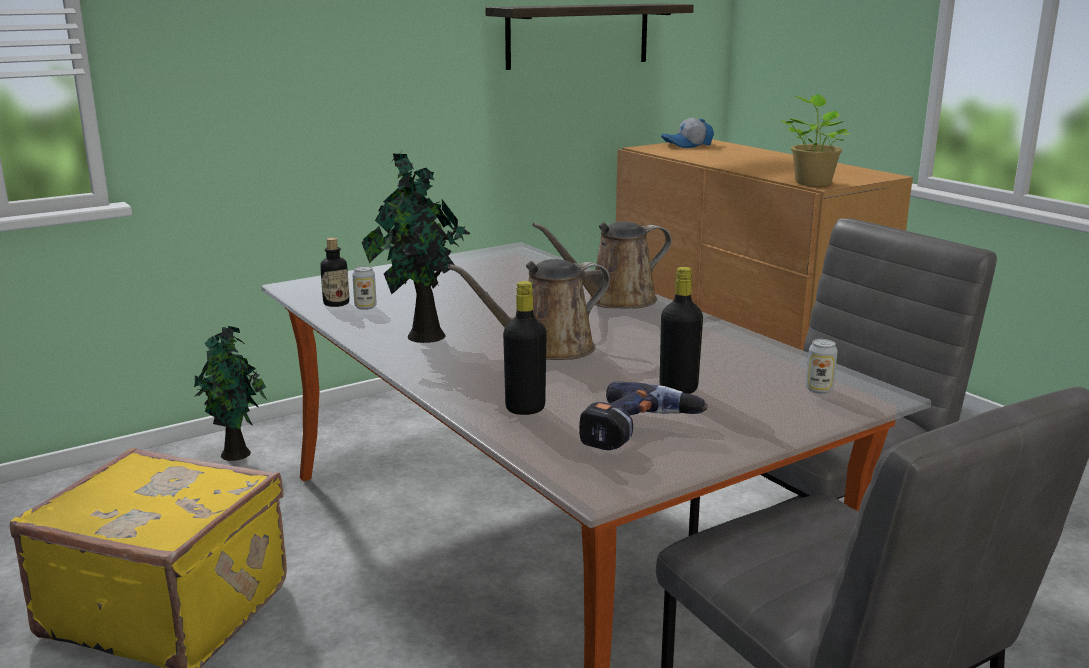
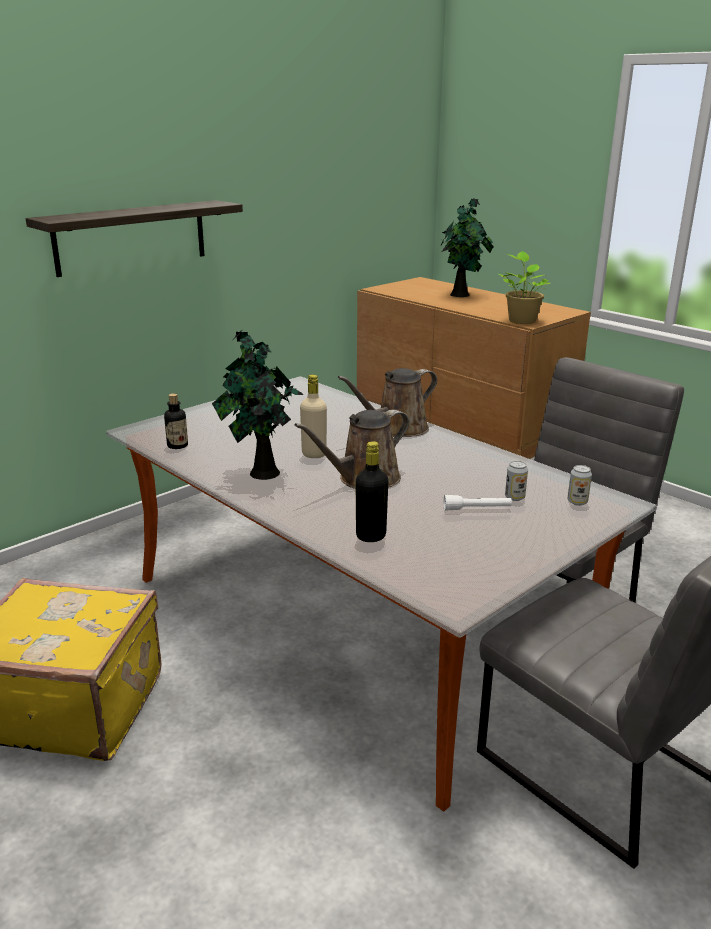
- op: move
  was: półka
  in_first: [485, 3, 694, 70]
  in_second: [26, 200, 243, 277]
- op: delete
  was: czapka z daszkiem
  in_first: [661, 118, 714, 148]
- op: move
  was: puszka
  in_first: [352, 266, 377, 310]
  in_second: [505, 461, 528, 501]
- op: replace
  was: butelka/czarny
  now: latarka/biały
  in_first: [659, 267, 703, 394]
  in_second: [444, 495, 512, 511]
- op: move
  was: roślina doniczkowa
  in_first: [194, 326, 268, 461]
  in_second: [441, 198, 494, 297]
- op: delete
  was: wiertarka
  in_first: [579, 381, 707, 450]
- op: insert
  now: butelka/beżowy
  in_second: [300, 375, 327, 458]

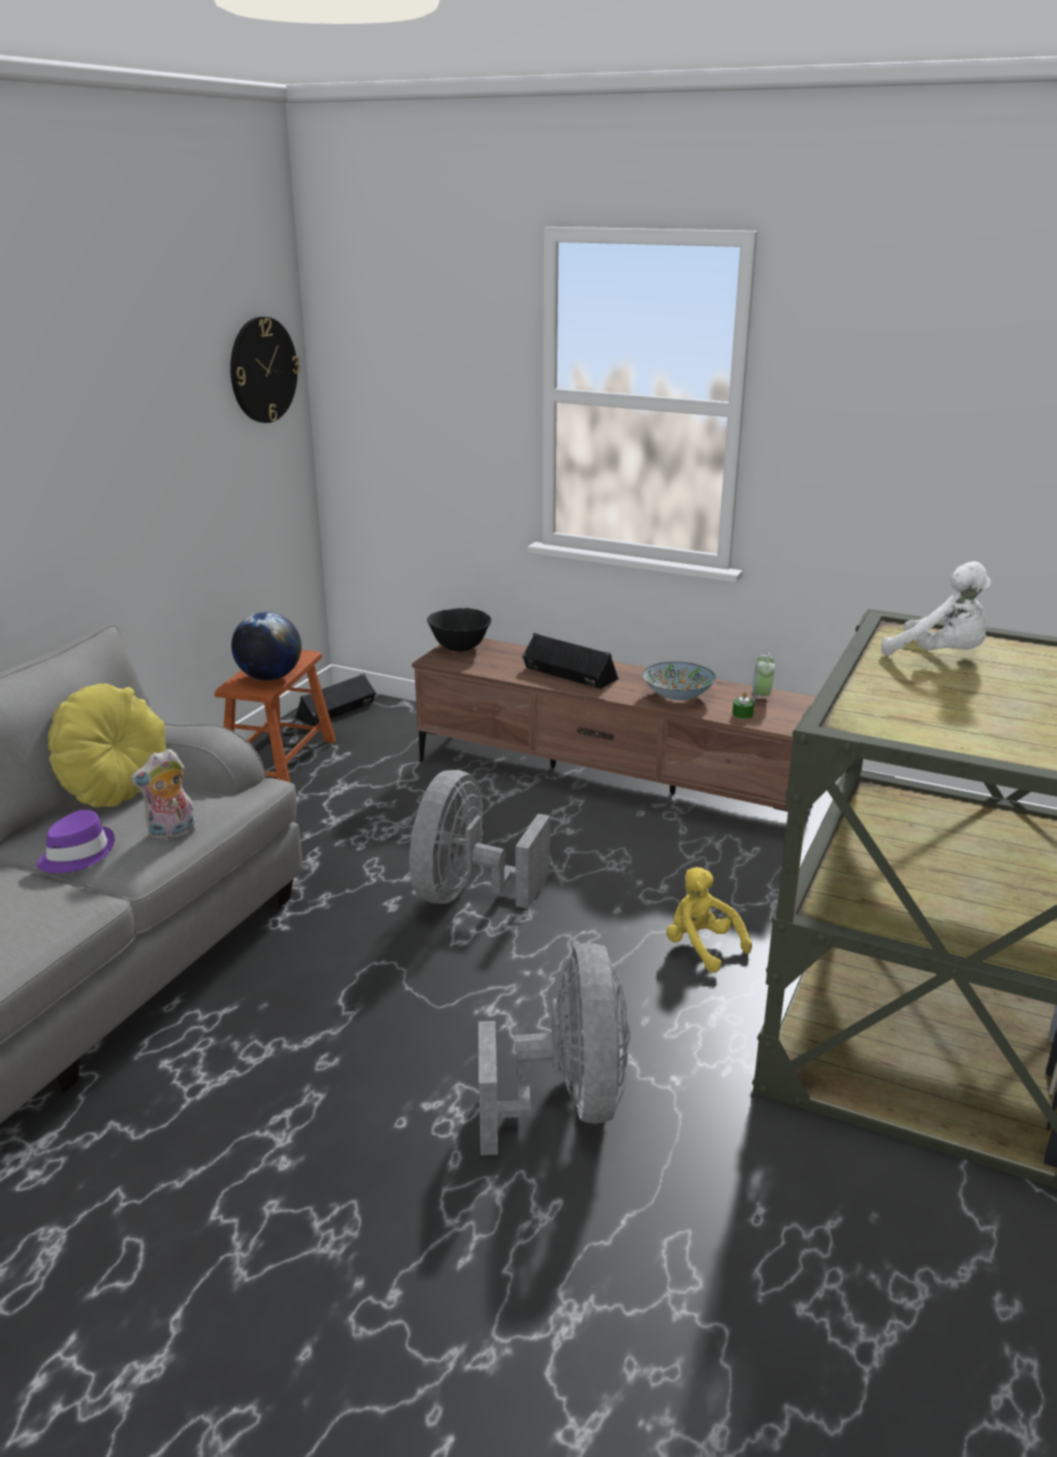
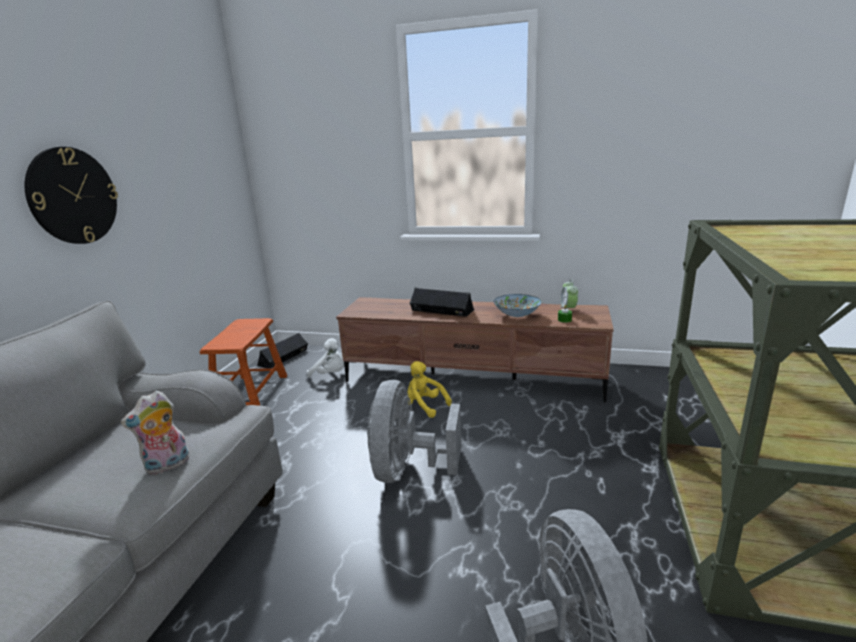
- op: move
  was: zegar ścienny
  in_first: [230, 317, 300, 423]
  in_second: [24, 147, 118, 244]
- op: move
  was: pluszak/biały
  in_first: [881, 561, 992, 656]
  in_second: [306, 338, 344, 377]
- op: delete
  was: miska/czarny
  in_first: [427, 608, 492, 652]
- op: delete
  was: globus
  in_first: [231, 612, 302, 681]
- op: delete
  was: poduszka/żółty
  in_first: [48, 684, 167, 807]
- op: delete
  was: kapelusz/fioletowy
  in_first: [37, 810, 115, 873]
- op: move
  was: pluszak/żółty
  in_first: [666, 867, 752, 973]
  in_second: [407, 361, 452, 418]

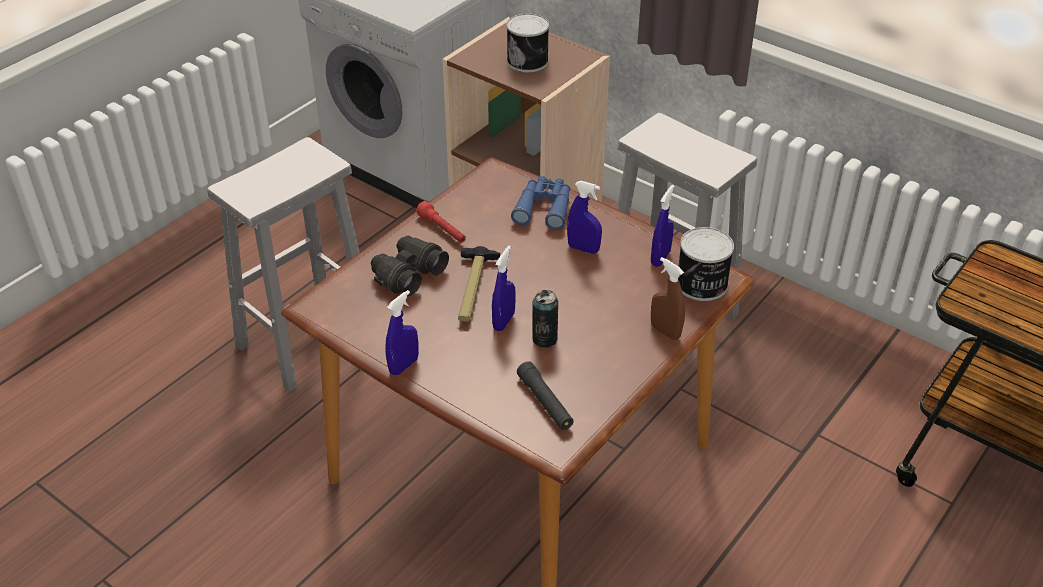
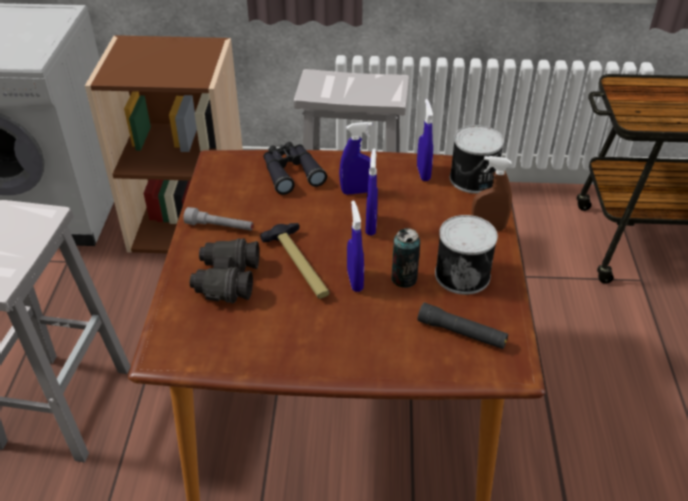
- op: move
  was: puszka
  in_first: [506, 13, 549, 72]
  in_second: [435, 215, 498, 295]
- op: recolor
  was: lornetka/niebieski
  now: lornetka/czarny
  in_first: [511, 176, 570, 230]
  in_second: [263, 142, 327, 195]
- op: recolor
  was: latarka/czerwony
  now: latarka/szary
  in_first: [416, 201, 466, 243]
  in_second: [183, 207, 253, 231]
- op: move
  was: spryskiwacz/niebieski
  in_first: [385, 290, 419, 375]
  in_second: [365, 148, 378, 235]

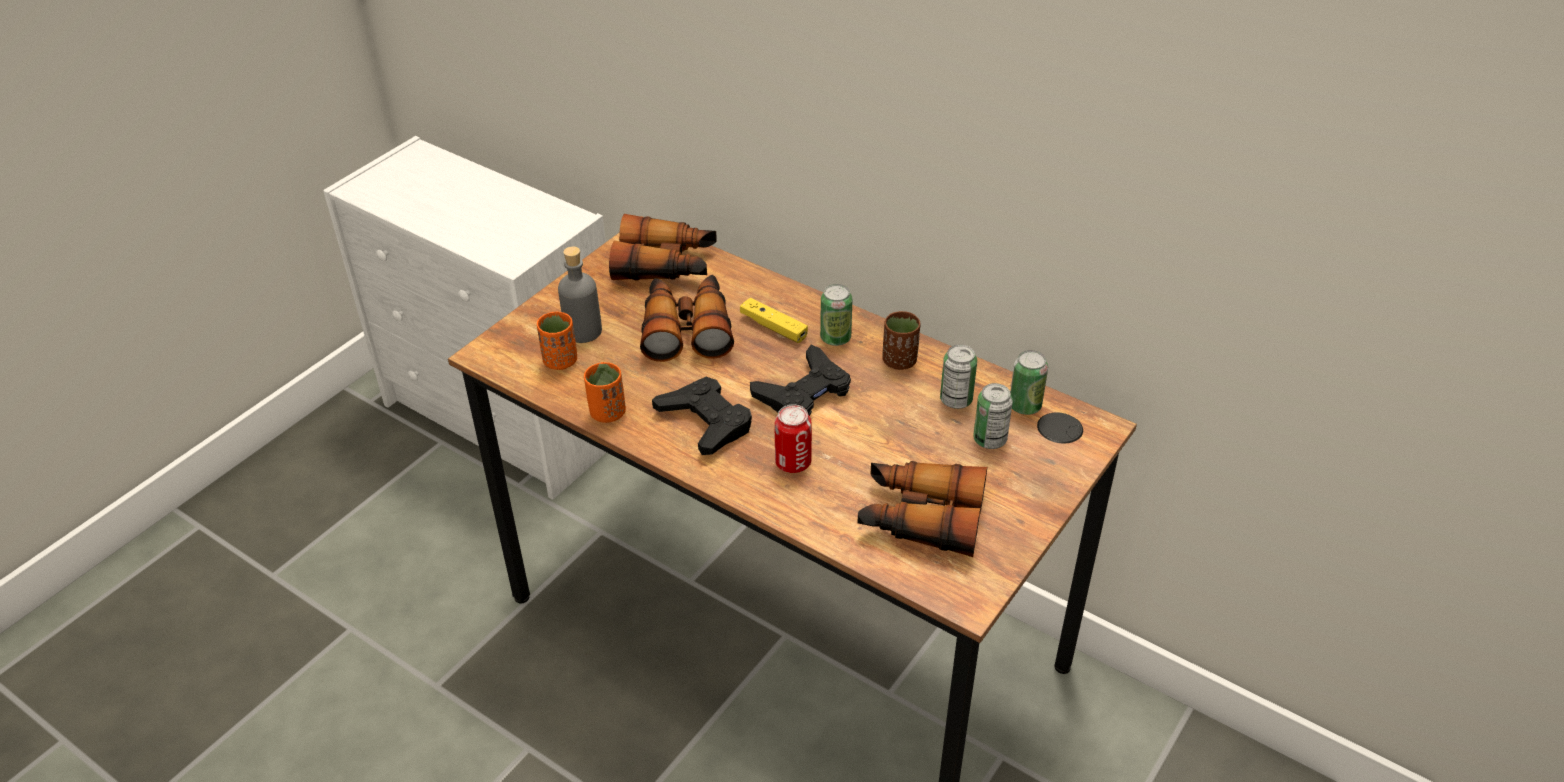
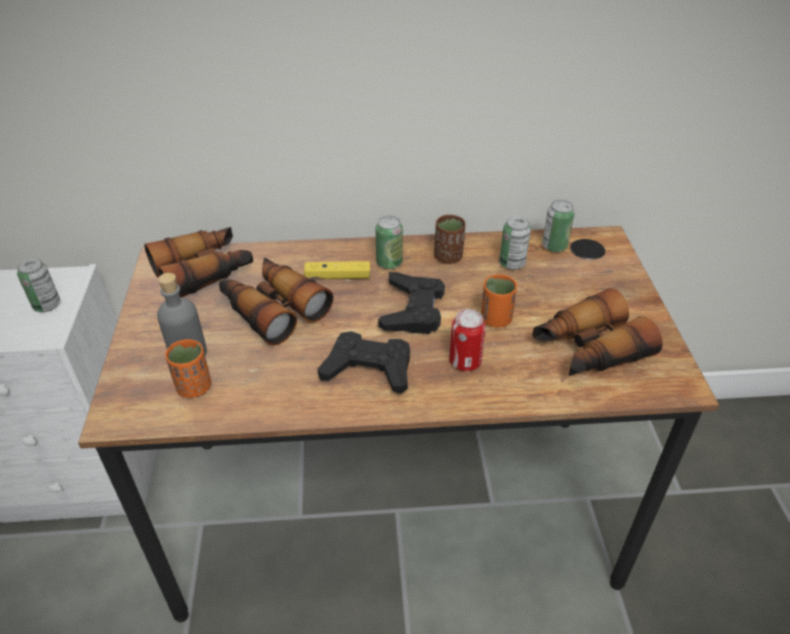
- op: move
  was: filiżanka/pomarańczowy
  in_first: [584, 362, 626, 423]
  in_second: [481, 274, 517, 328]
- op: move
  was: puszka
  in_first: [973, 383, 1013, 449]
  in_second: [17, 258, 60, 312]

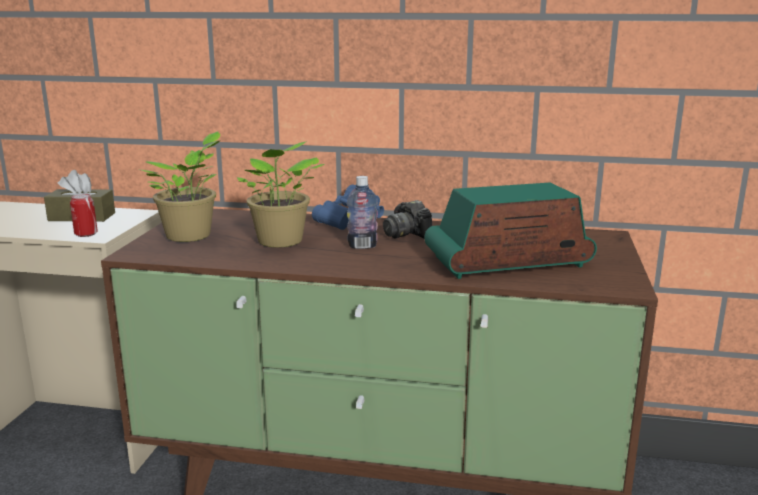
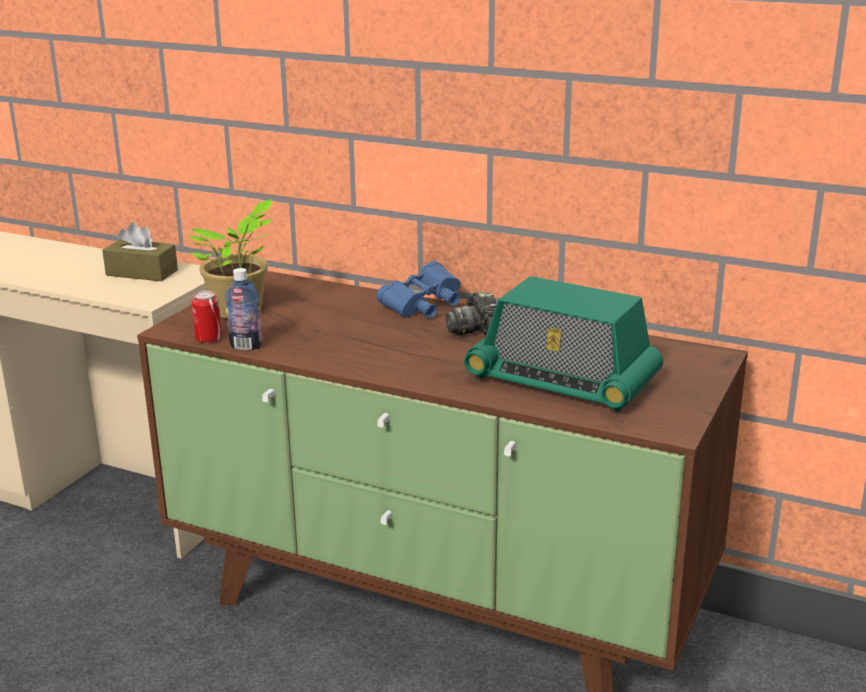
- op: delete
  was: roślina doniczkowa
  in_first: [237, 141, 326, 248]
- op: move
  was: butelka
  in_first: [347, 176, 378, 249]
  in_second: [225, 268, 263, 350]
- op: rotate
  was: radio
  in_first: [424, 183, 597, 279]
  in_second: [464, 276, 663, 412]
  clockwise: -150
- op: move
  was: puszka
  in_first: [70, 194, 98, 237]
  in_second: [192, 291, 222, 343]

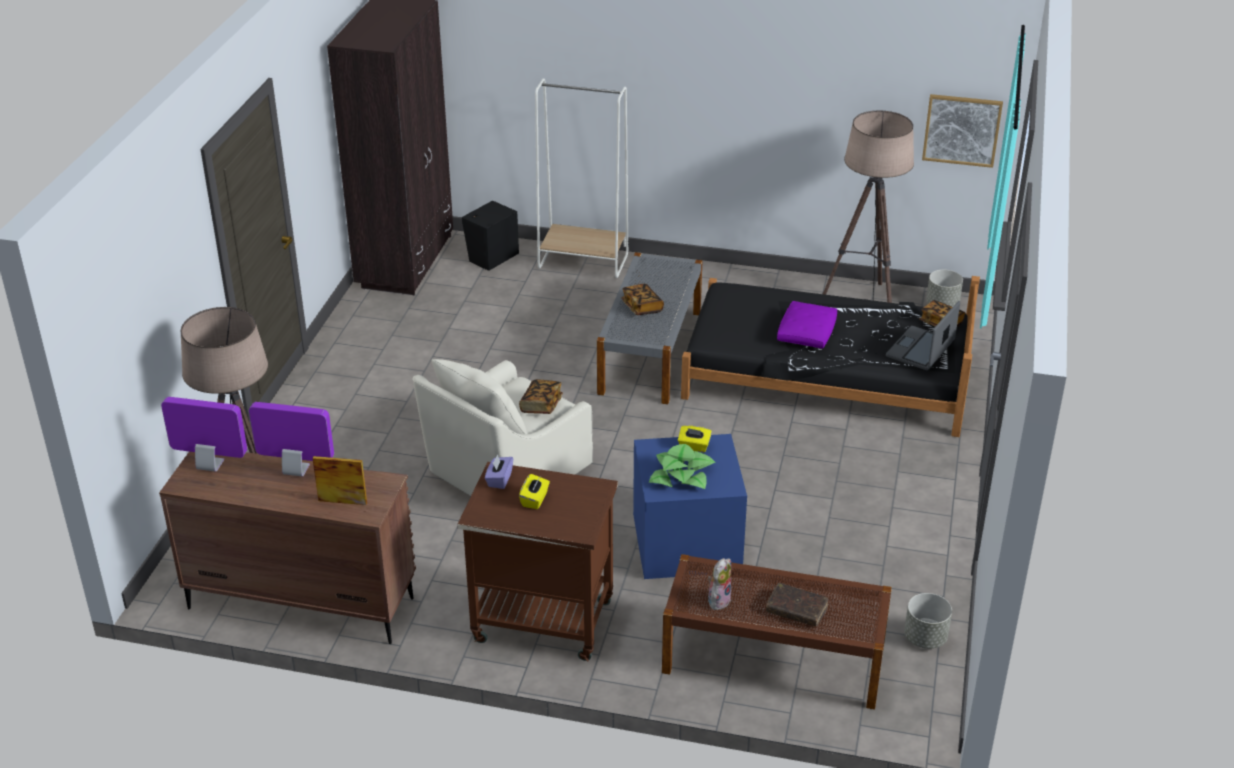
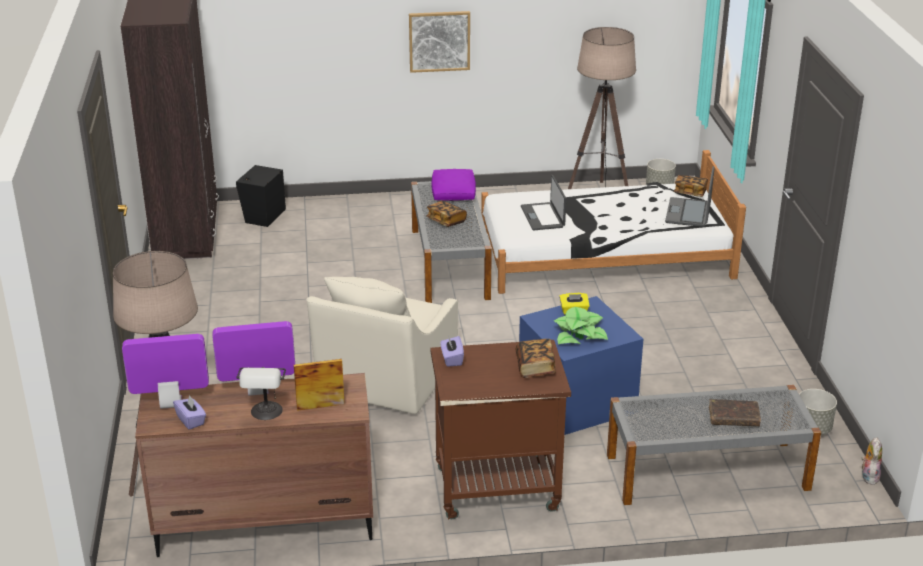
- op: delete
  was: wieszak
  in_first: [535, 78, 628, 278]
- op: move
  was: obraz
  in_first: [922, 94, 1003, 168]
  in_second: [409, 11, 470, 73]
- op: recolor
  was: łóżko/czarny
  now: łóżko/biały
  in_first: [681, 276, 980, 437]
  in_second: [481, 150, 746, 294]
- op: move
  was: poduszka/fioletowy
  in_first: [777, 301, 837, 349]
  in_second: [432, 169, 476, 201]
- op: move
  was: książka
  in_first: [519, 379, 563, 414]
  in_second: [516, 339, 556, 378]
- op: delete
  was: pudełko chusteczek/żółty
  in_first: [519, 474, 550, 509]
- op: recolor
  was: ławka/brązowy
  now: ławka/szary
  in_first: [662, 554, 892, 710]
  in_second: [607, 385, 821, 505]
- op: move
  was: pluszak
  in_first: [708, 558, 732, 610]
  in_second: [861, 437, 882, 485]
- op: insert
  now: laptop
  in_second: [521, 175, 566, 231]
- op: insert
  now: lampa stołowa
  in_second: [236, 367, 286, 420]
- op: insert
  now: pudełko chusteczek/fioletowy
  in_second: [173, 394, 206, 430]

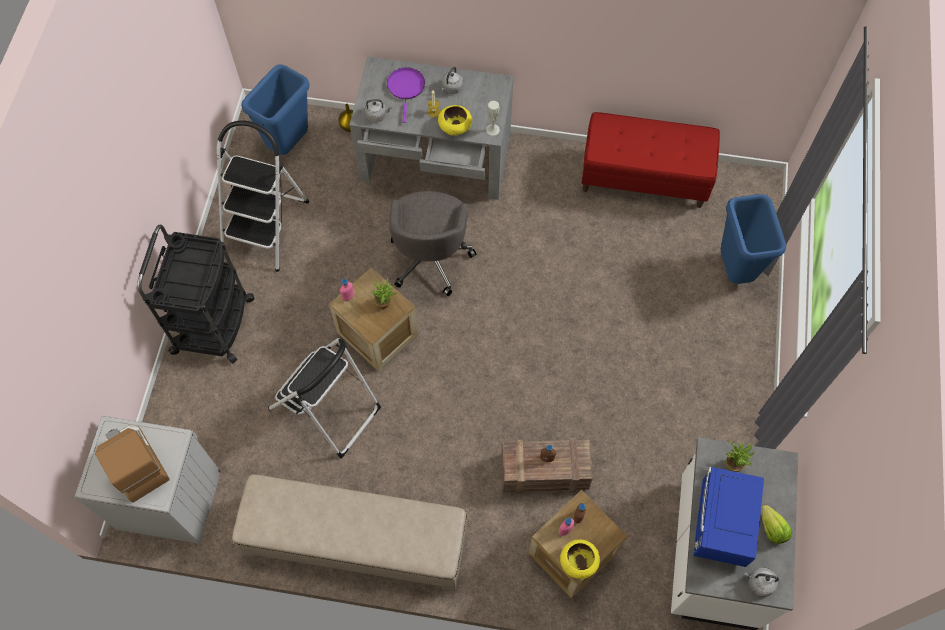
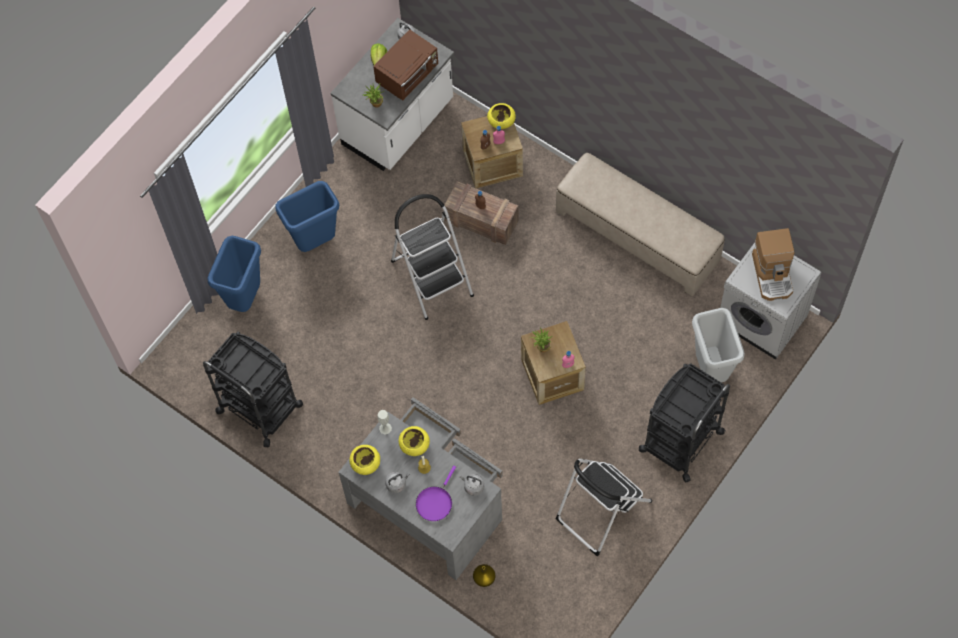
- op: move
  was: kosz na śmieci/niebieski
  in_first: [241, 64, 309, 155]
  in_second: [275, 181, 339, 252]
- op: replace
  was: ławka/czerwony
  now: wózek/czarny
  in_first: [581, 112, 720, 208]
  in_second: [203, 332, 303, 447]
- op: delete
  was: krzesło biurowe/szary
  in_first: [389, 191, 477, 296]
- op: move
  was: drabinka
  in_first: [268, 338, 381, 458]
  in_second: [391, 194, 474, 320]
- op: recolor
  was: mikrofalówka/niebieski
  now: mikrofalówka/brązowy
  in_first: [693, 467, 764, 567]
  in_second: [373, 29, 438, 100]
- op: insert
  now: kosz na śmieci/szary
  in_second: [692, 308, 745, 382]
- op: insert
  now: miska/żółty
  in_second: [349, 445, 380, 475]

